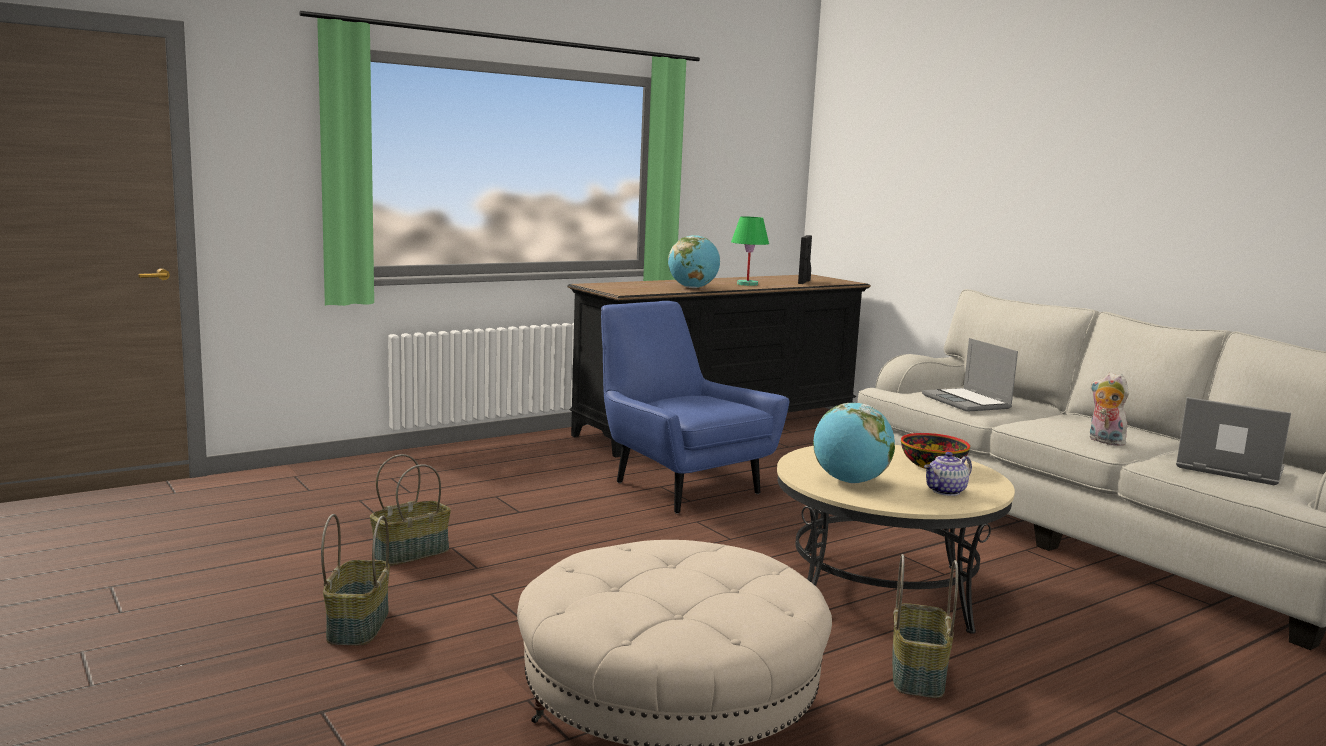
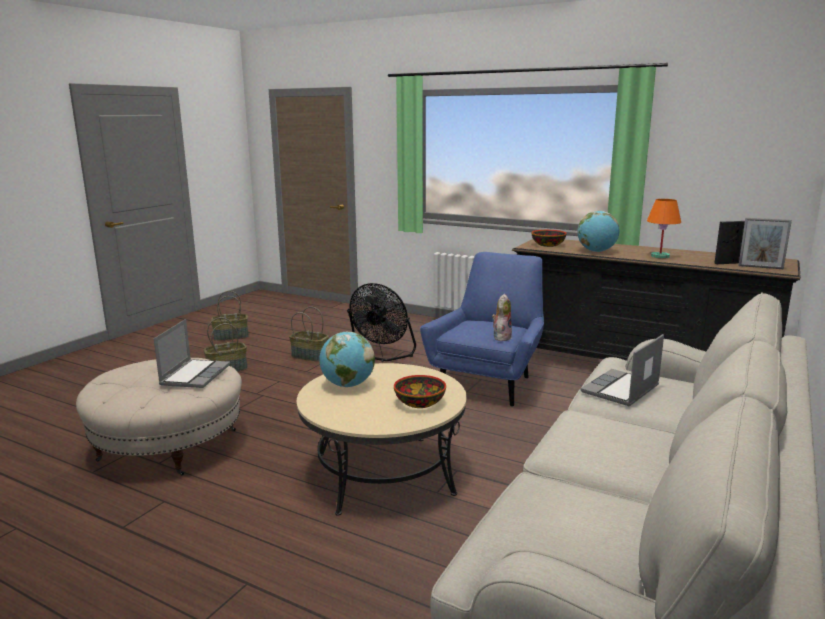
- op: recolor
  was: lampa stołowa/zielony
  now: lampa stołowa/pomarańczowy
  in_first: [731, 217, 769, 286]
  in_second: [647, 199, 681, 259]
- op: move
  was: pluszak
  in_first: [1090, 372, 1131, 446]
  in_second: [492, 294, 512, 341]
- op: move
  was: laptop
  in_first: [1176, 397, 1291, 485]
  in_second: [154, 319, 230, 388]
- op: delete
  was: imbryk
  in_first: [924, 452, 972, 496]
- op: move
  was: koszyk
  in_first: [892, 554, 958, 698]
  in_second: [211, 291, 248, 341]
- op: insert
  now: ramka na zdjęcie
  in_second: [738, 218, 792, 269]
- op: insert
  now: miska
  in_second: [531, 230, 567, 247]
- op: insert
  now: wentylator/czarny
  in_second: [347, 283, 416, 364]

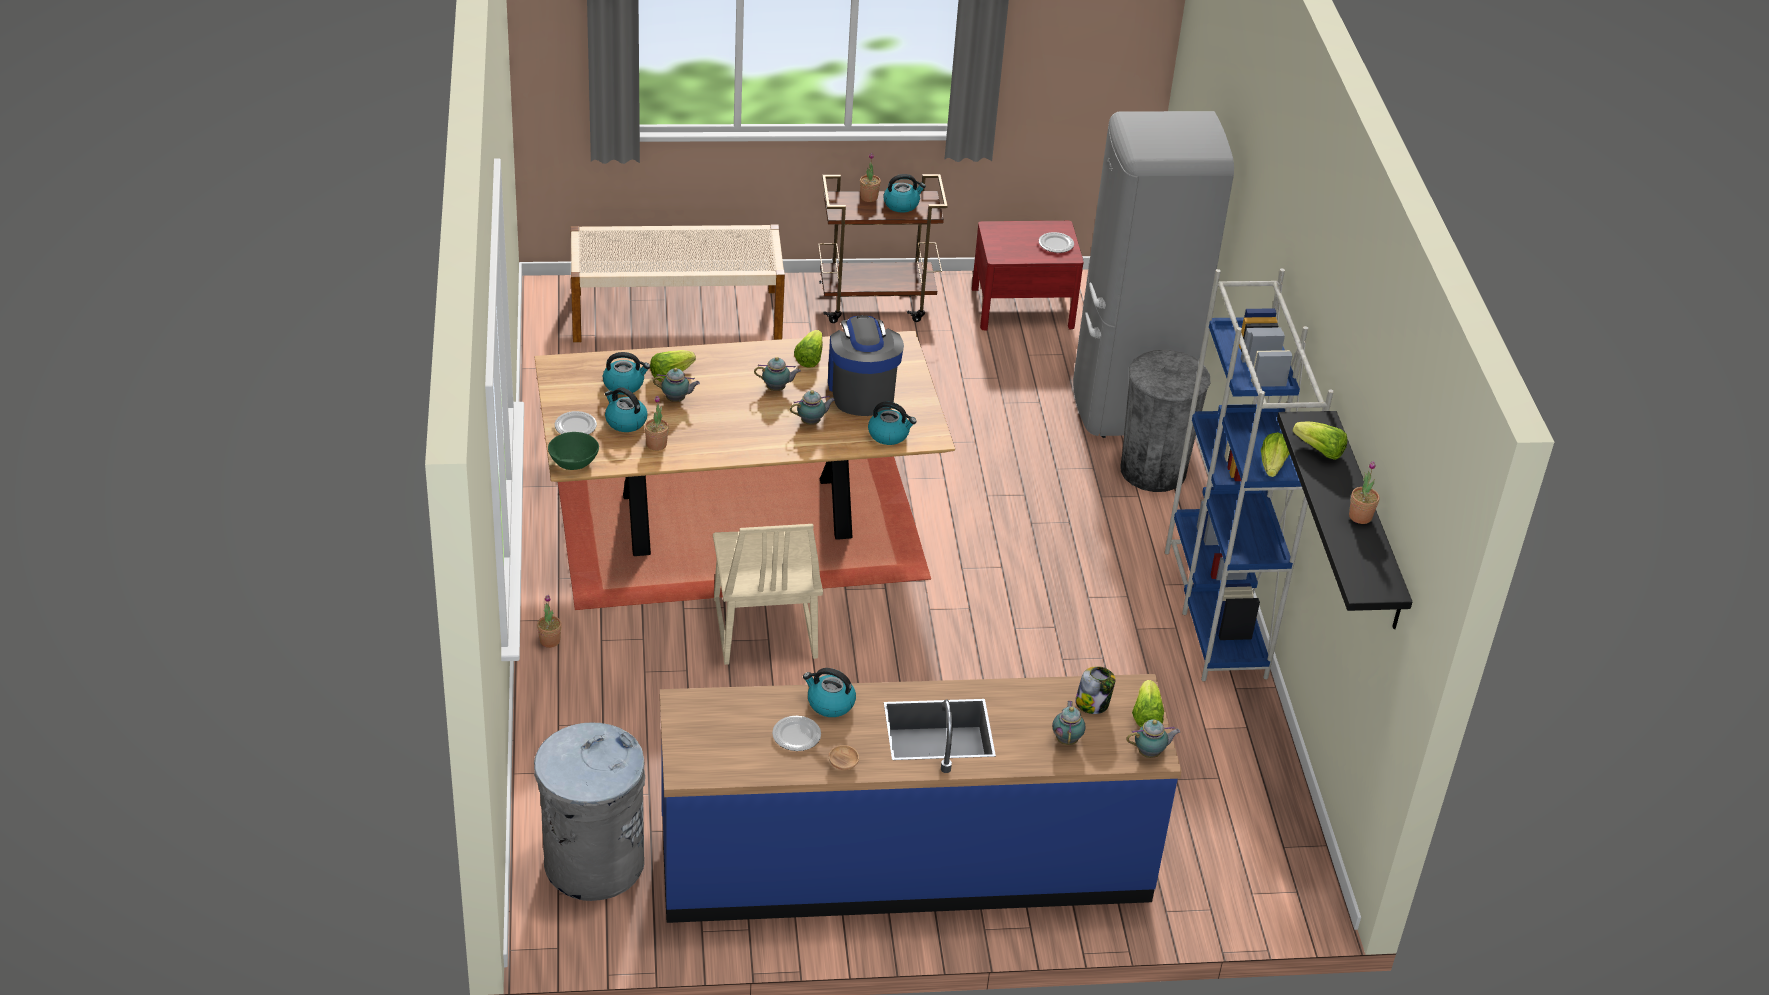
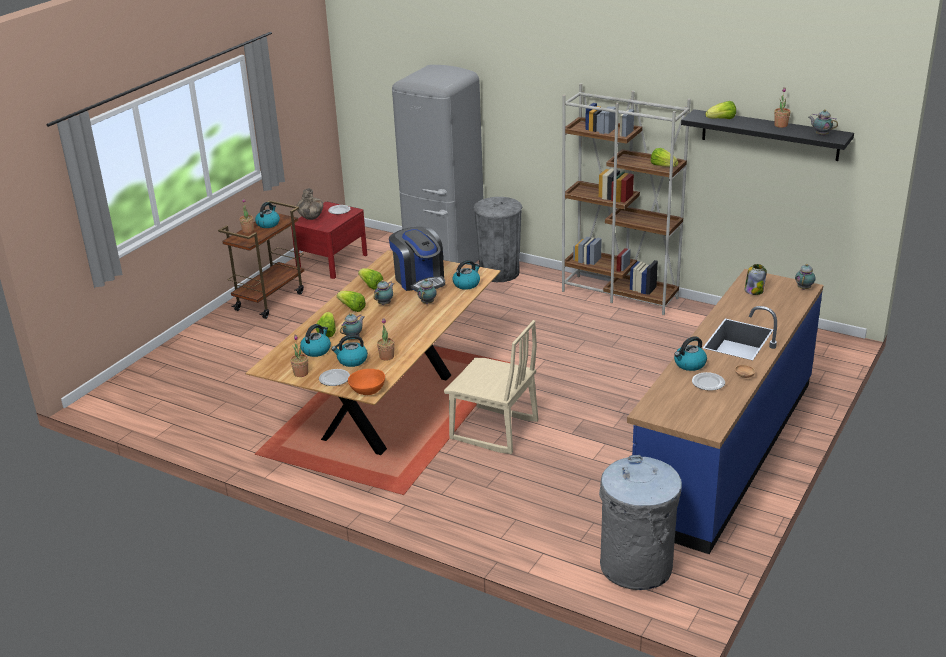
- op: delete
  was: ławka/beżowy
  in_first: [571, 224, 785, 342]
- op: recolor
  was: regał/niebieski
  now: regał/brązowy
  in_first: [1165, 269, 1334, 682]
  in_second: [562, 83, 691, 315]
- op: rotate
  was: ekspres do kawy
  in_first: [828, 315, 904, 416]
  in_second: [389, 227, 445, 291]
  clockwise: -150
- op: recolor
  was: miska/zielony
  now: miska/pomarańczowy
  in_first: [548, 432, 599, 470]
  in_second: [348, 369, 385, 395]
- op: move
  was: roślina doniczkowa
  in_first: [537, 595, 562, 648]
  in_second: [290, 335, 308, 377]
- op: move
  was: sałata
  in_first: [1132, 680, 1164, 727]
  in_second: [337, 291, 366, 312]
- op: move
  was: imbryk
  in_first: [1052, 701, 1086, 745]
  in_second: [809, 110, 838, 136]
- op: insert
  now: wazon
  in_second: [296, 188, 323, 220]

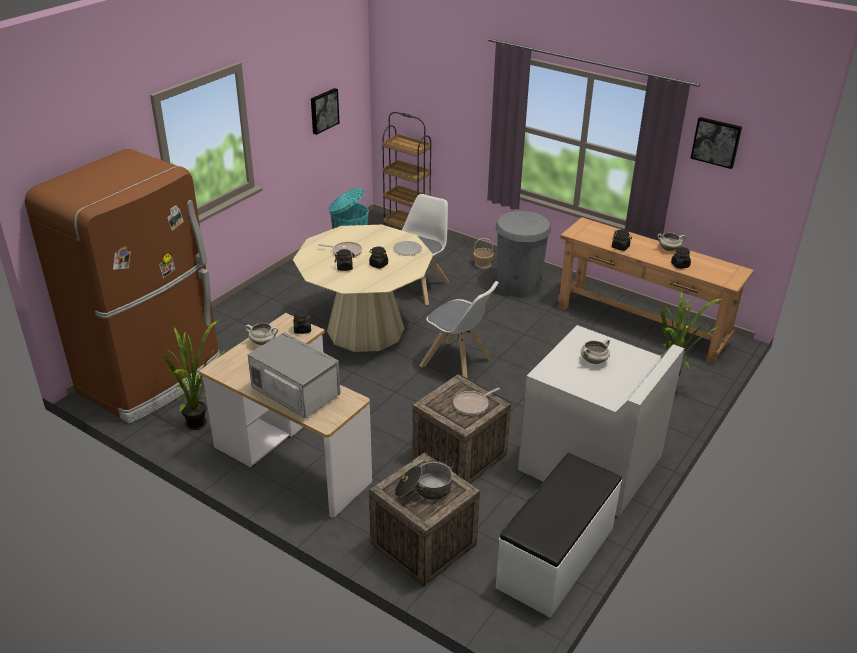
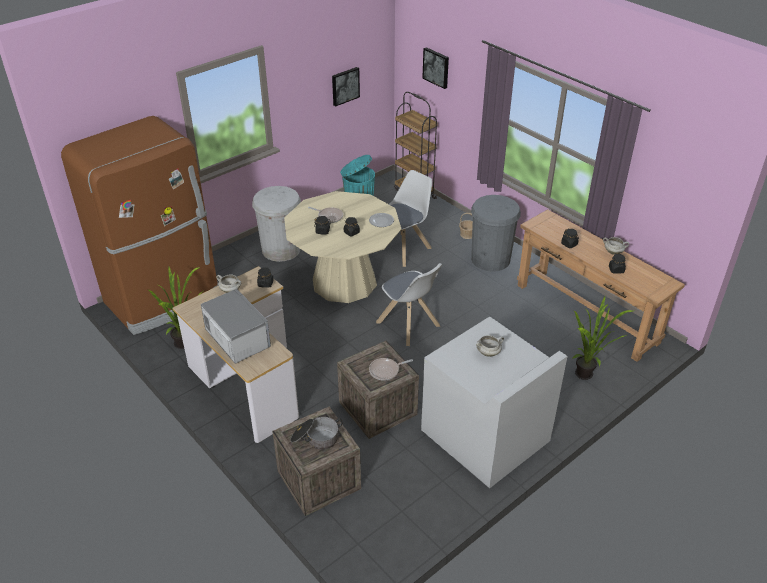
- op: move
  was: obraz
  in_first: [690, 117, 742, 169]
  in_second: [422, 47, 449, 89]
- op: delete
  was: ławka/biały
  in_first: [496, 453, 622, 618]
- op: insert
  now: kosz na śmieci/biały
  in_second: [252, 186, 301, 262]

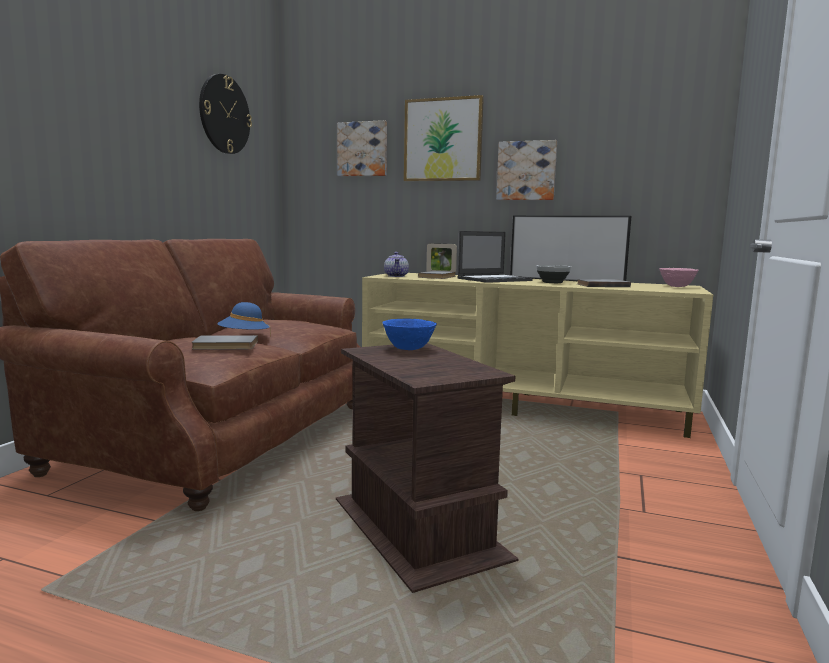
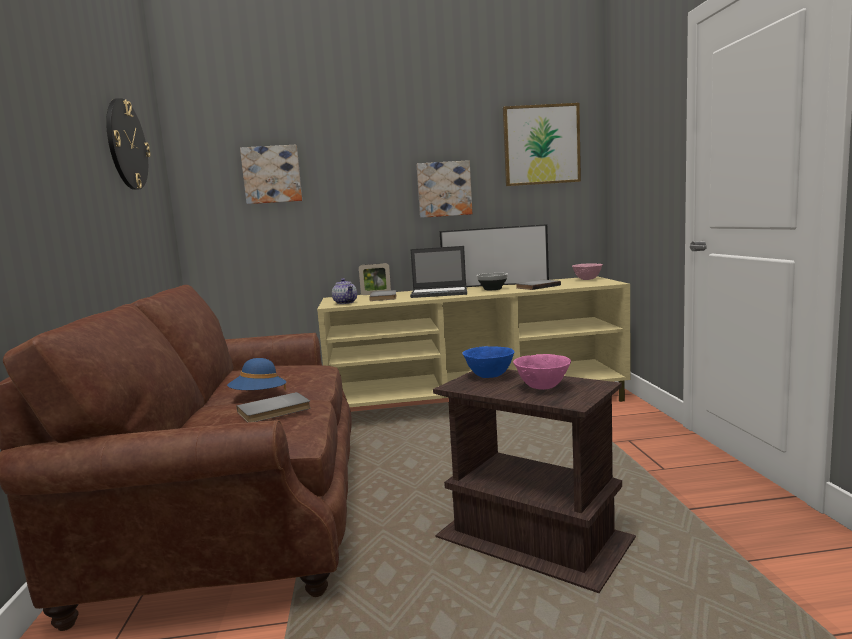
- op: move
  was: obraz
  in_first: [404, 95, 484, 181]
  in_second: [503, 103, 581, 186]
- op: rotate
  was: laptop
  in_first: [457, 231, 533, 283]
  in_second: [410, 246, 467, 298]
  clockwise: 60
- op: insert
  now: miska/różowy
  in_second: [513, 354, 571, 390]

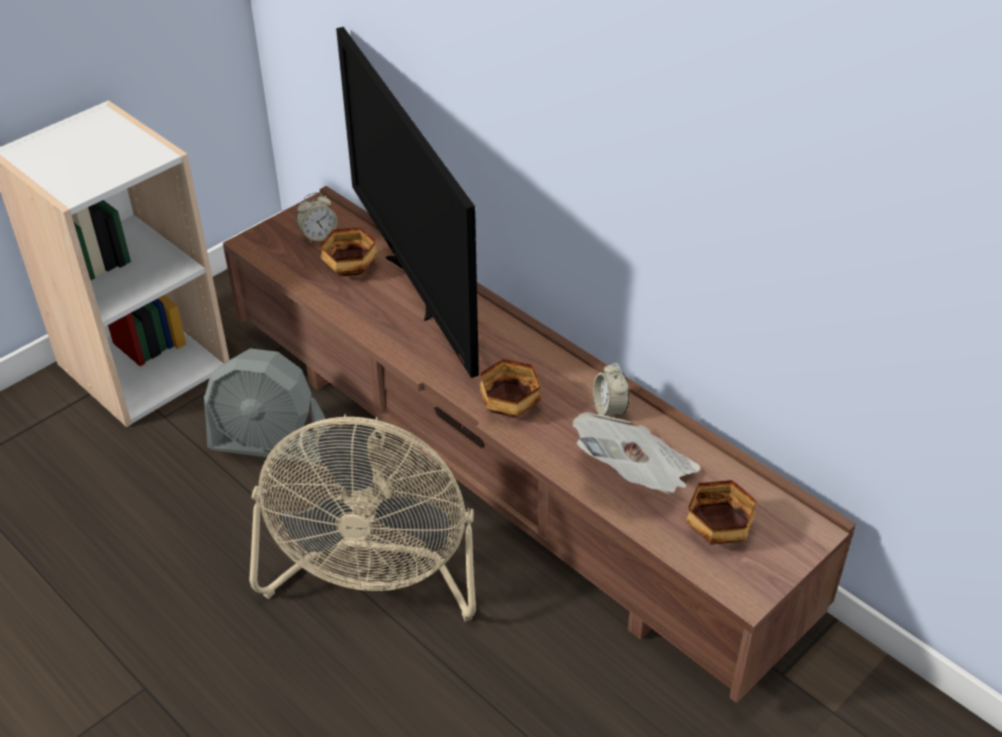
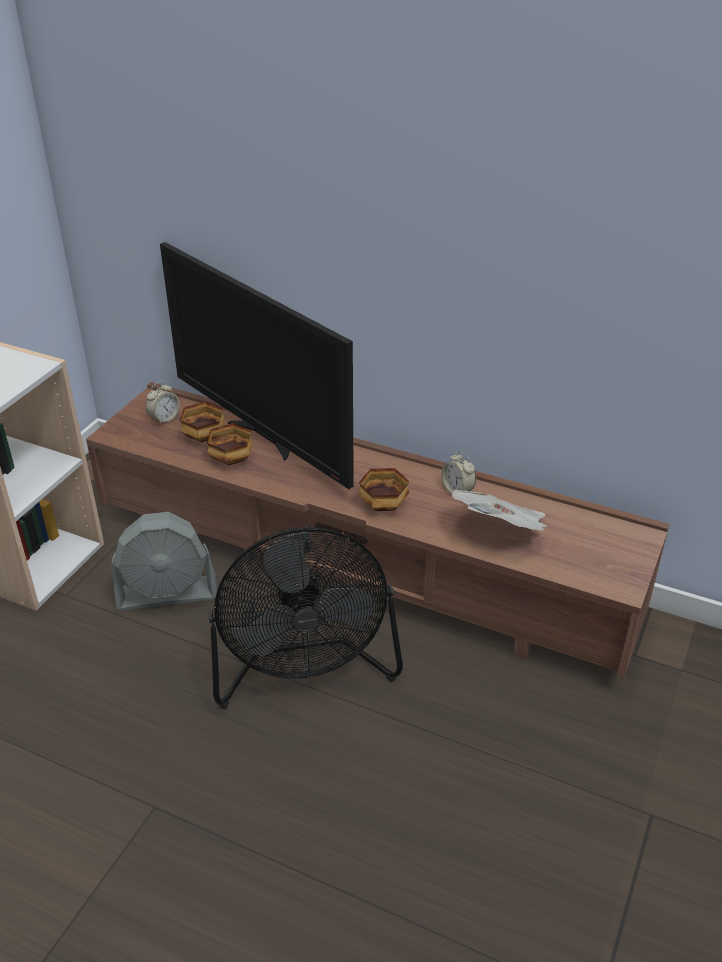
- op: recolor
  was: wentylator/beżowy
  now: wentylator/czarny
  in_first: [249, 414, 476, 622]
  in_second: [208, 525, 403, 709]
- op: move
  was: miska
  in_first: [685, 480, 757, 545]
  in_second: [207, 423, 253, 465]

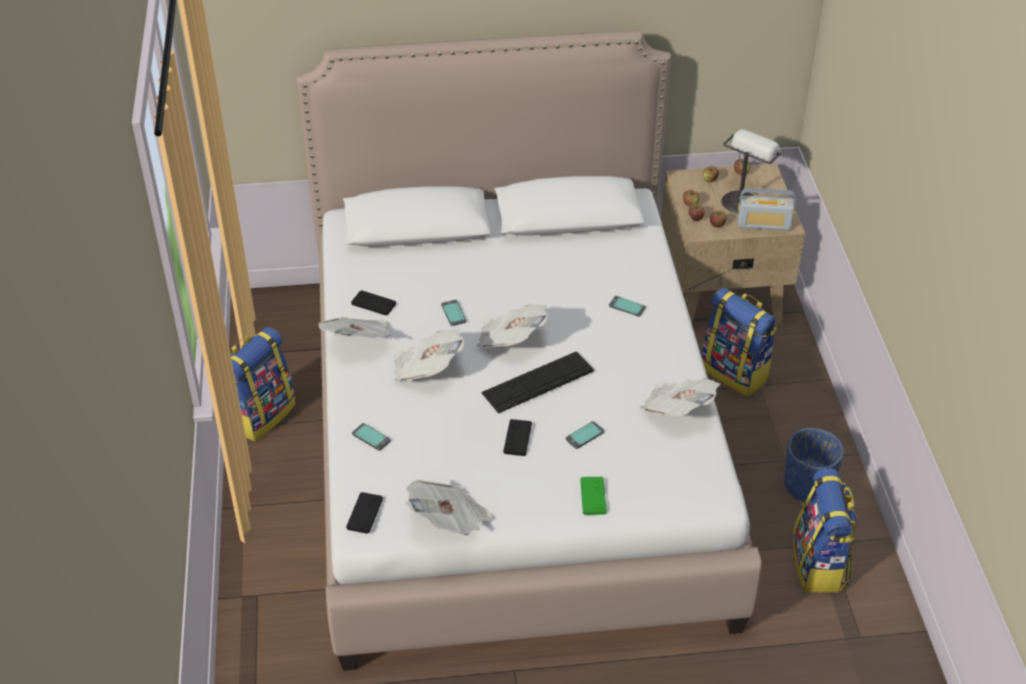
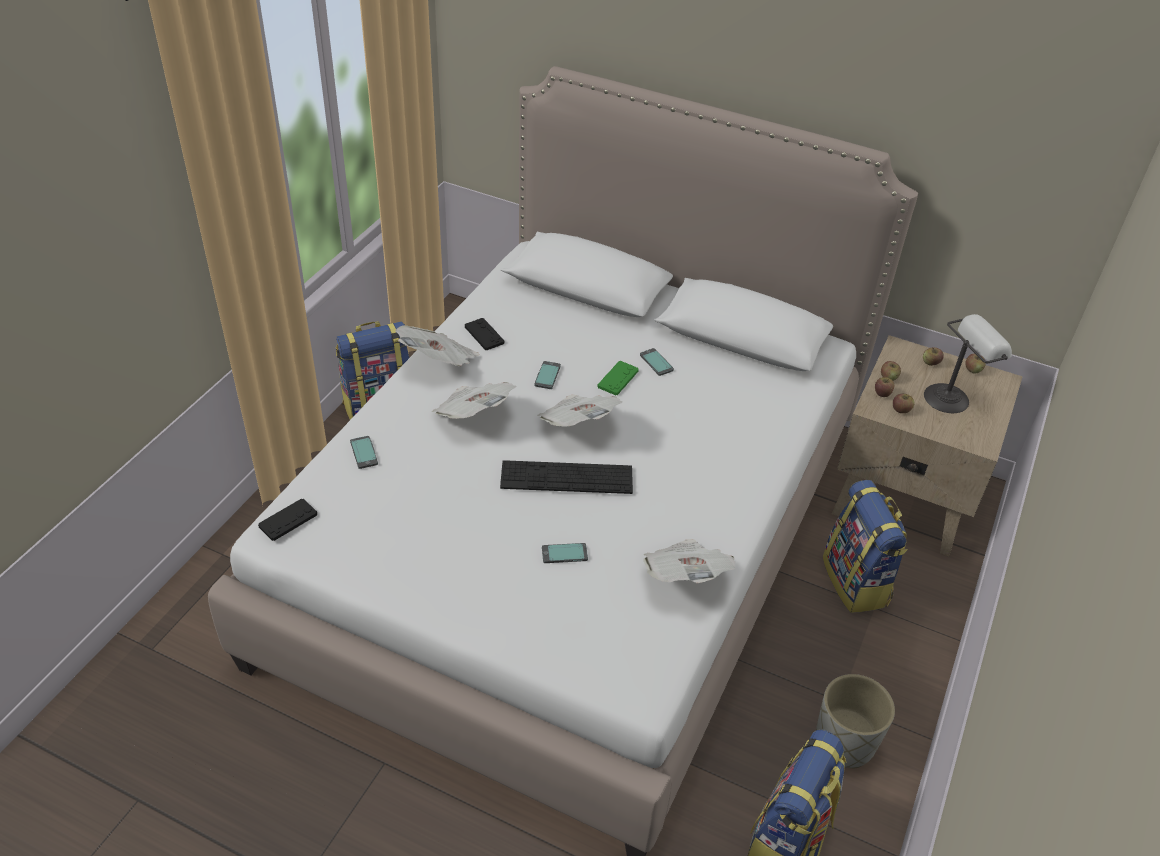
- op: delete
  was: radio
  in_first: [738, 188, 796, 231]
- op: move
  was: telefon
  in_first: [609, 296, 646, 317]
  in_second: [640, 348, 674, 376]
- op: delete
  was: pad do gier/czarny
  in_first: [503, 419, 532, 456]
- op: recolor
  was: donica/niebieski
  now: donica/szary
  in_first: [784, 428, 844, 501]
  in_second: [816, 674, 895, 768]
- op: move
  was: pad do gier/zielony
  in_first: [580, 477, 607, 515]
  in_second: [598, 361, 639, 395]
- op: delete
  was: gazeta
  in_first: [406, 480, 493, 535]

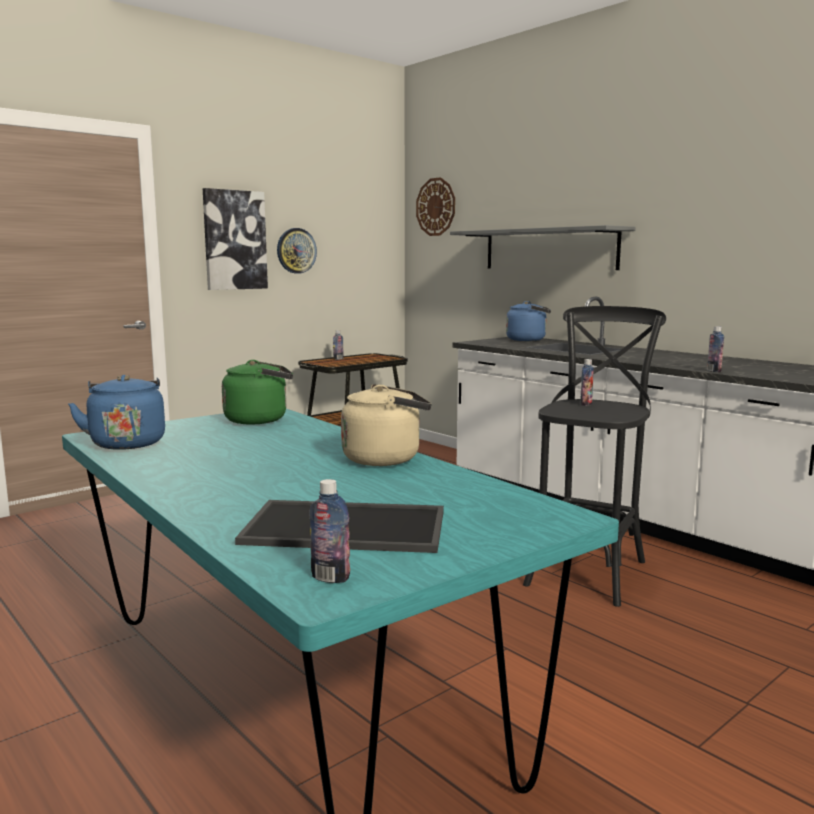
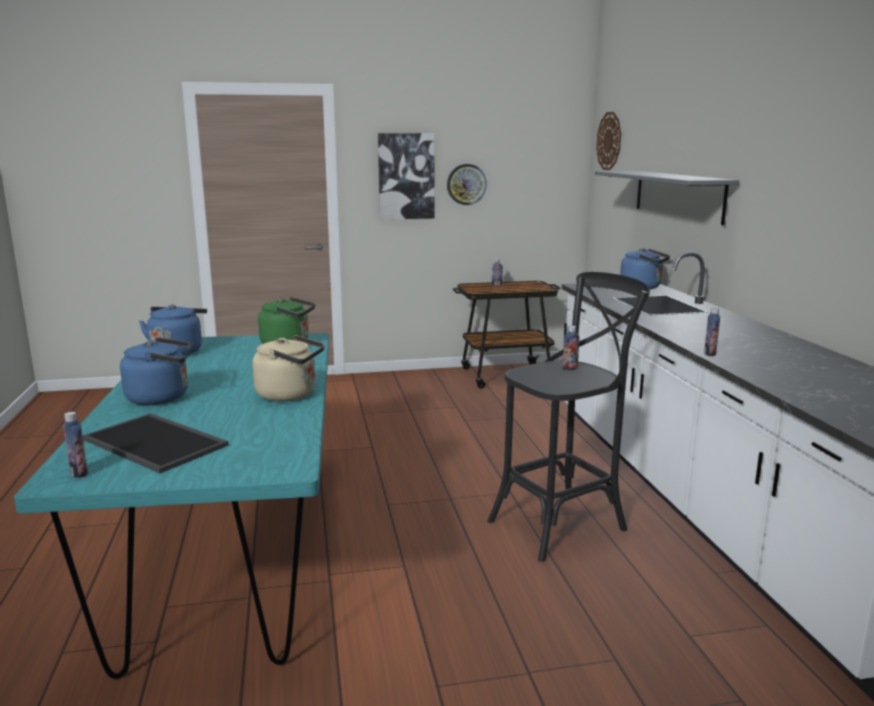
- op: insert
  now: czajnik/niebieski
  in_second: [120, 337, 192, 405]

